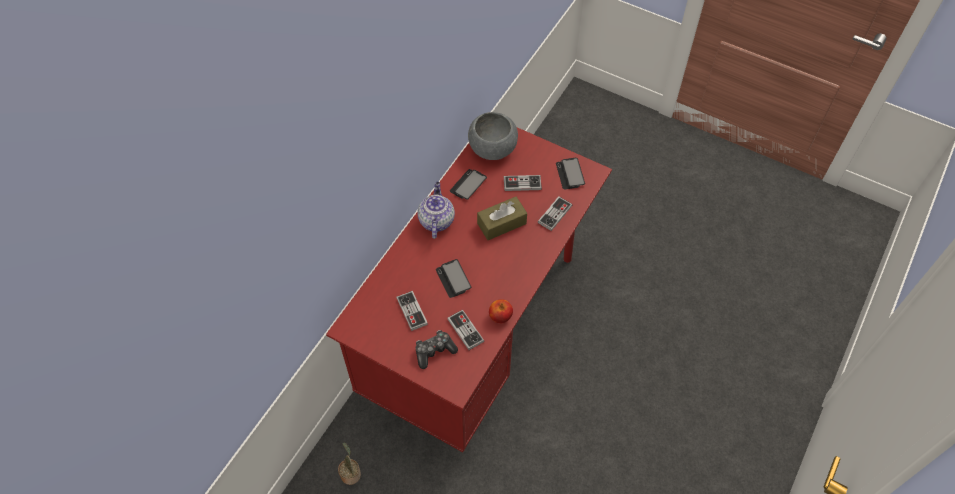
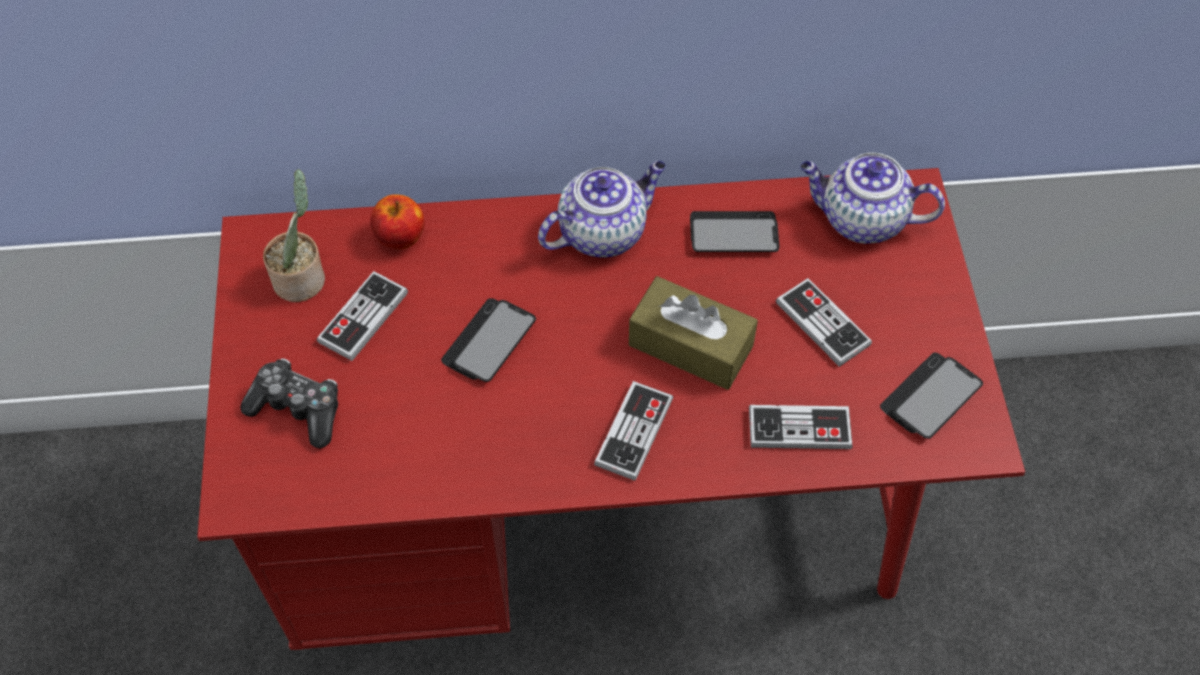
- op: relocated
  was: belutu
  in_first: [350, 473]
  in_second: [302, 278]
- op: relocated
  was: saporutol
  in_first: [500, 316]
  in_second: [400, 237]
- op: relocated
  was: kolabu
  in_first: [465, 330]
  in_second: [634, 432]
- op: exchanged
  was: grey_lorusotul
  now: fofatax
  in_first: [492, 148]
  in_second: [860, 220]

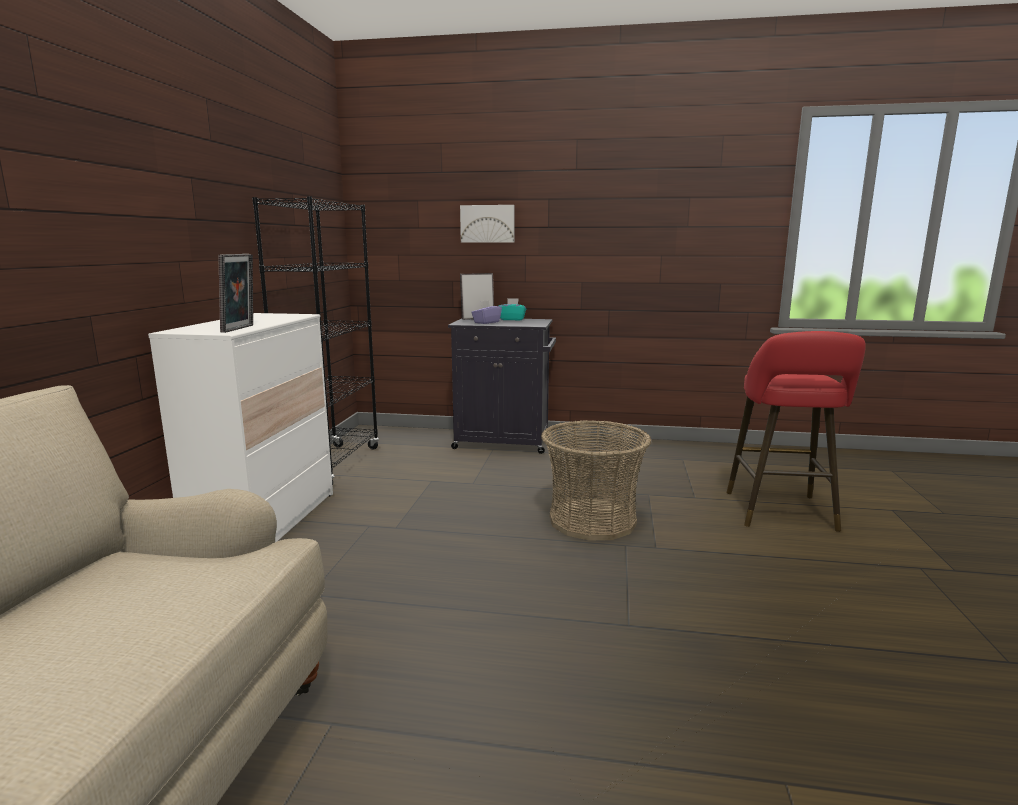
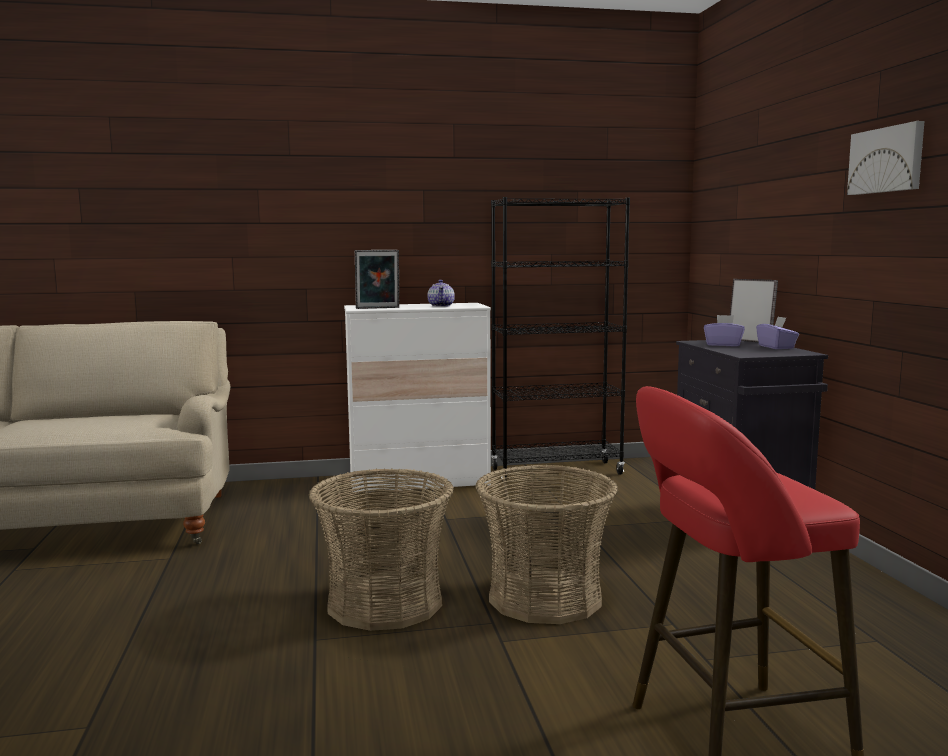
- op: appeared
  now: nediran
  in_second: [384, 603]
- op: appeared
  now: fofatax
  in_second: [441, 306]
- op: colour
  was: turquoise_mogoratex
  now: purple_mogoratex
  in_first: [512, 319]
  in_second: [776, 347]
- op: relocated
  was: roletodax
  in_first: [487, 224]
  in_second: [887, 160]

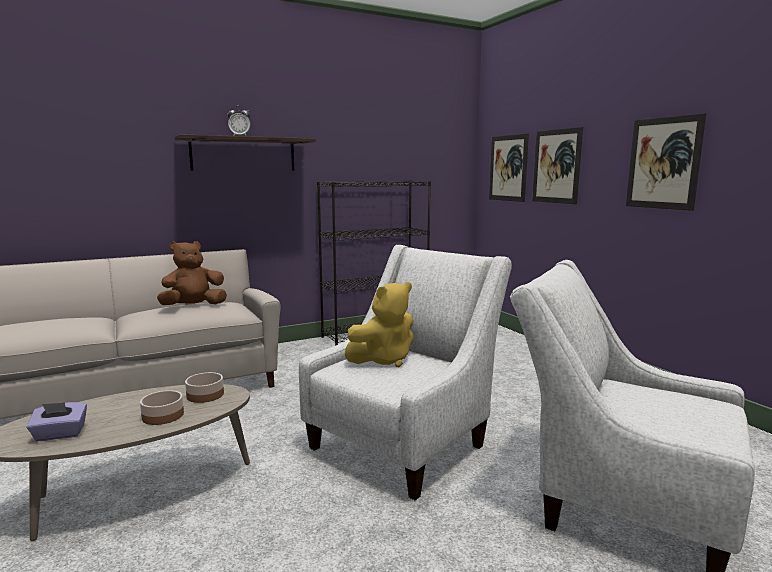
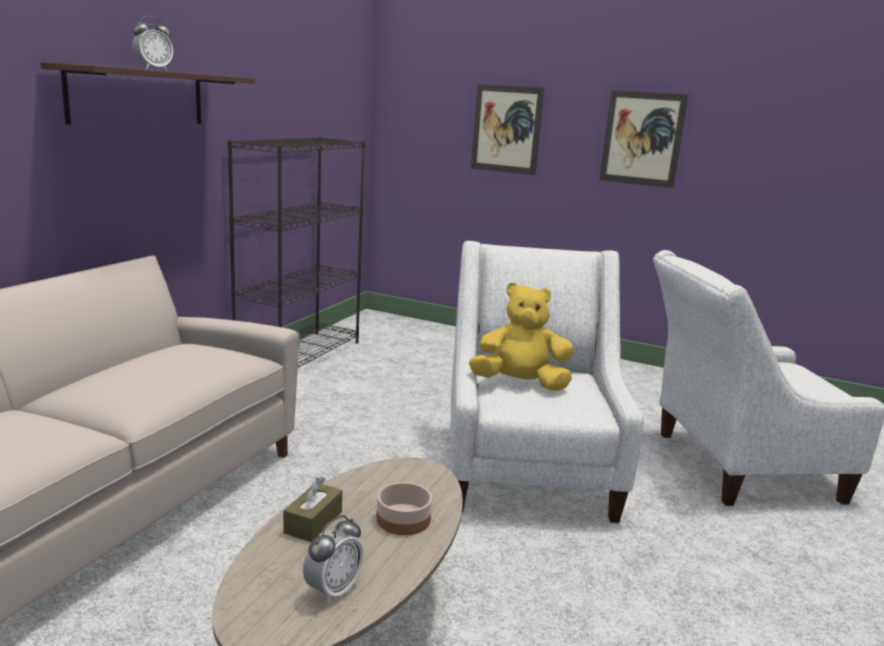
- op: appeared
  now: brown_mogoratex
  in_second: [313, 522]
- op: exchanged
  was: purple_mogoratex
  now: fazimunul
  in_first: [60, 434]
  in_second: [333, 590]
- op: spun
  was: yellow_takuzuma
  in_first: [384, 360]
  in_second: [520, 384]
  clockwise: -105
- op: missing
  was: brown_takuzuma
  in_first: [193, 306]
- op: missing
  was: lorusotul
  in_first: [205, 394]
- op: missing
  was: roletodax
  in_first: [508, 168]

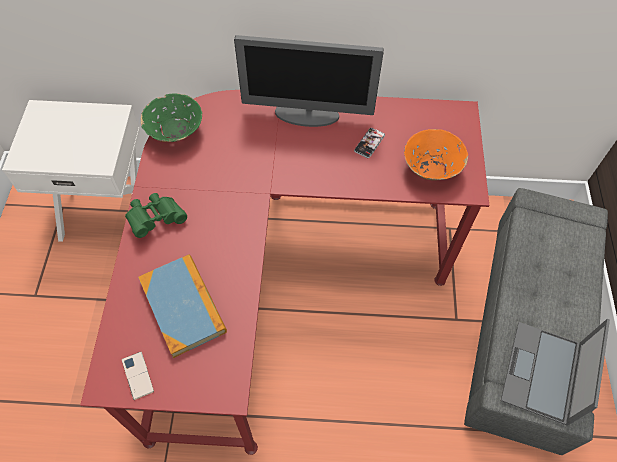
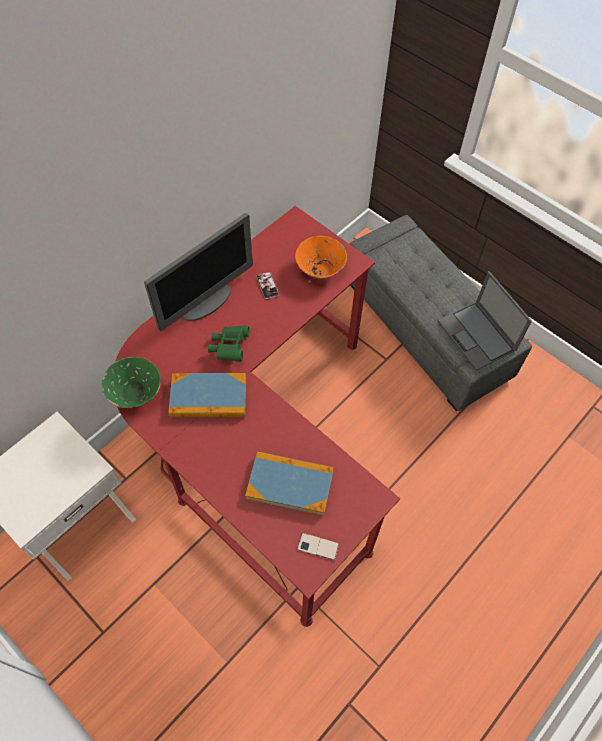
- op: appeared
  now: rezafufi
  in_second: [208, 397]
- op: relocated
  was: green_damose
  in_first: [156, 219]
  in_second: [229, 347]

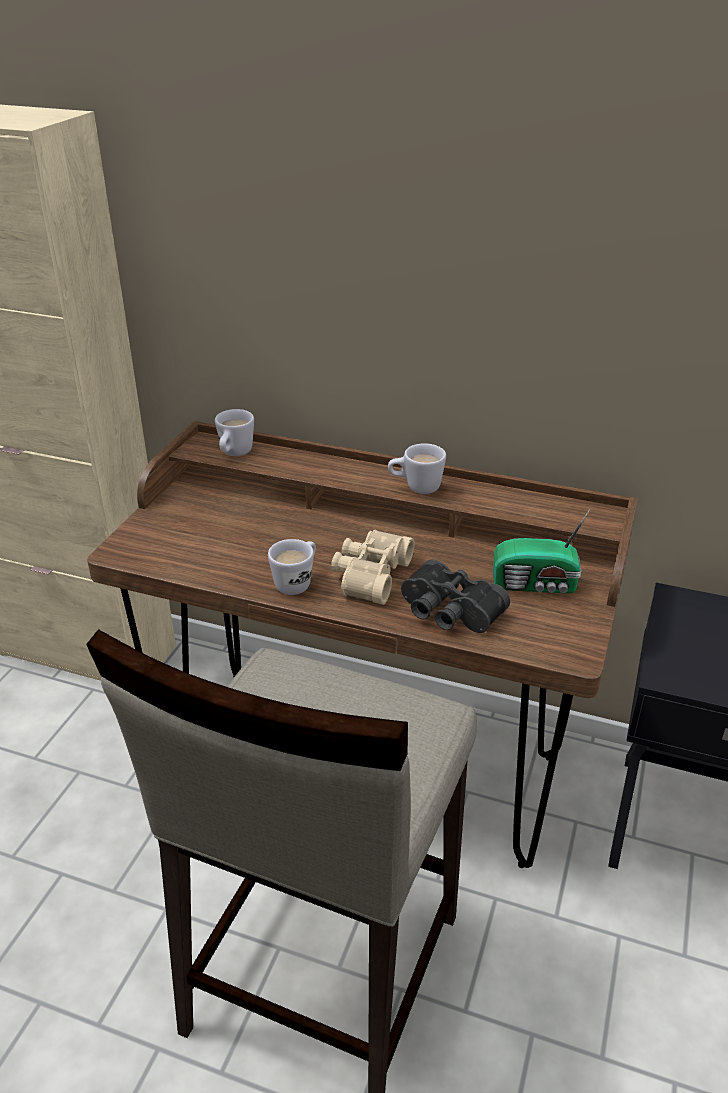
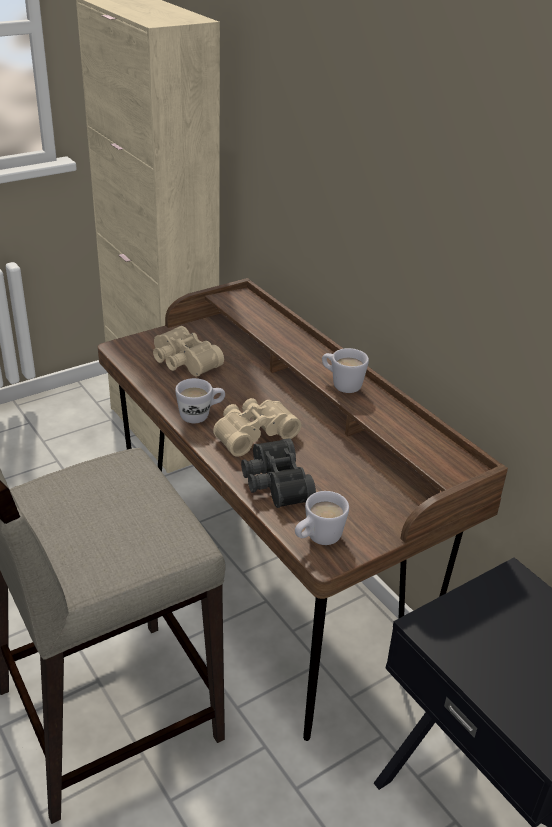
- op: appeared
  now: beige_damose
  in_second: [182, 362]
- op: relocated
  was: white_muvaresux
  in_first: [234, 454]
  in_second: [318, 539]
- op: missing
  was: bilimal
  in_first: [536, 585]

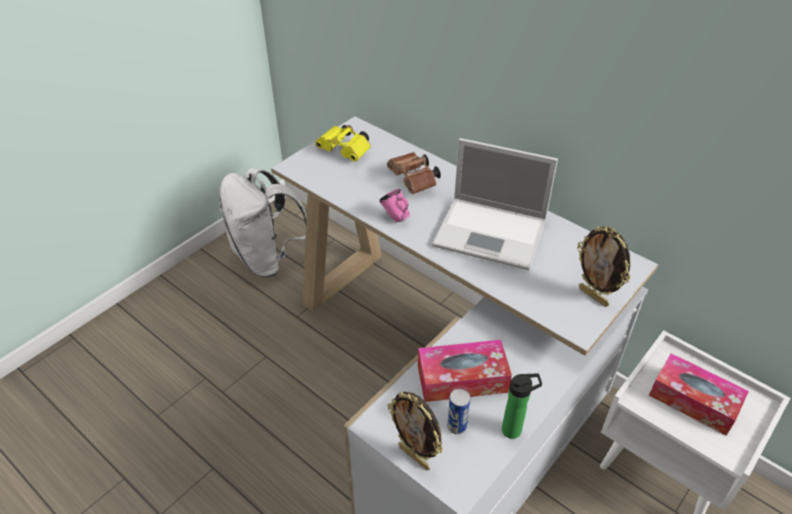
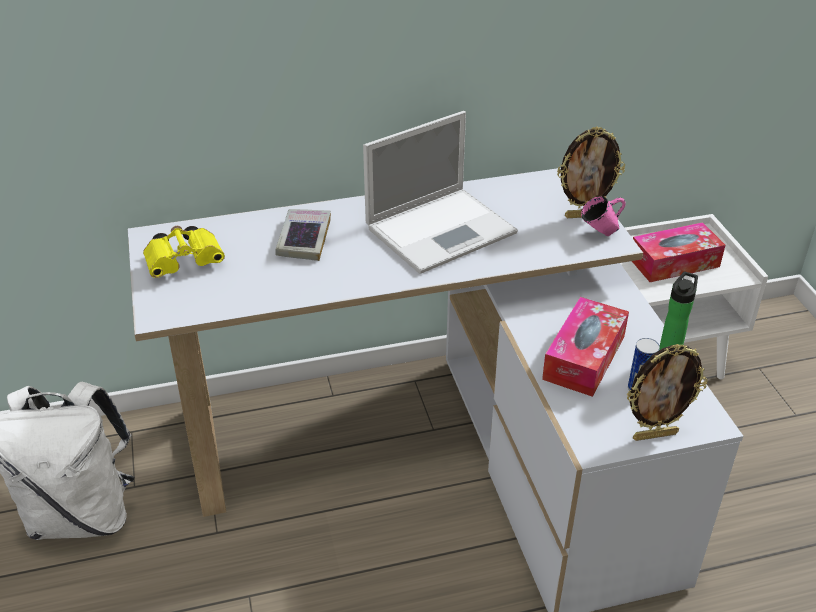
- op: exchanged
  was: brown_damose
  now: rezafufi
  in_first: [414, 181]
  in_second: [304, 239]
- op: relocated
  was: pink_muvaresux
  in_first: [395, 218]
  in_second: [600, 234]

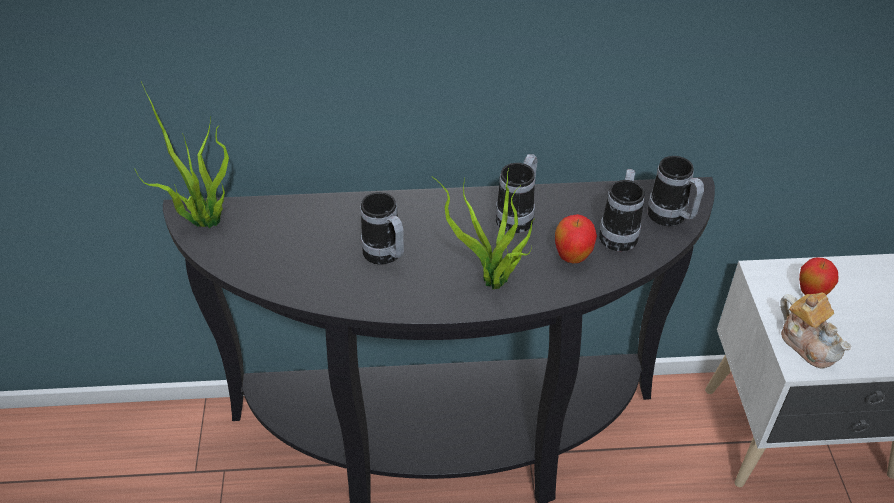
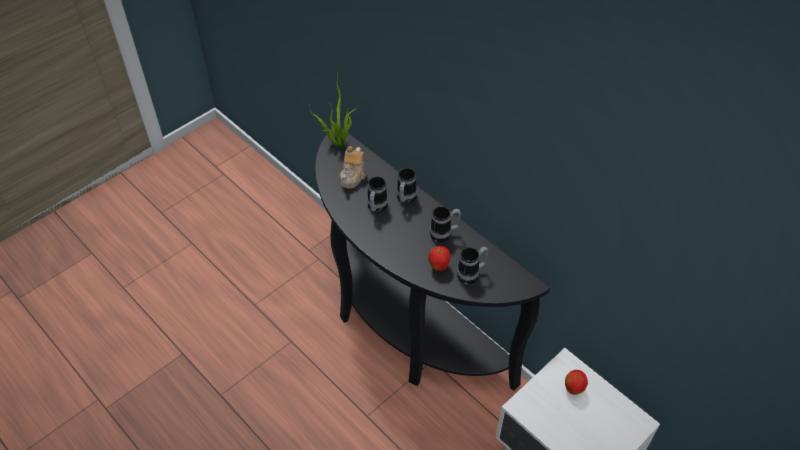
- op: relocated
  was: fofatax
  in_first: [808, 343]
  in_second: [353, 176]
- op: relocated
  was: muvaresux
  in_first: [671, 219]
  in_second: [405, 199]
- op: missing
  was: belutu
  in_first: [493, 282]

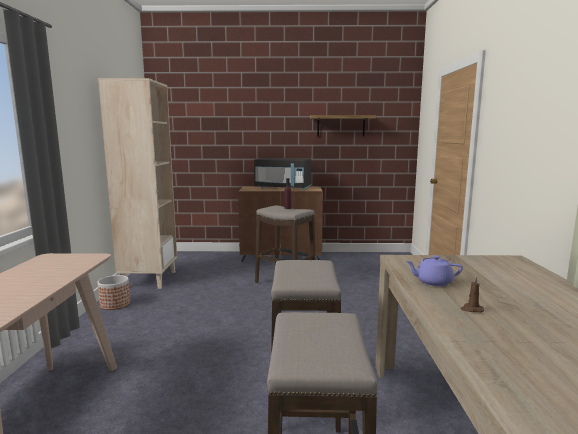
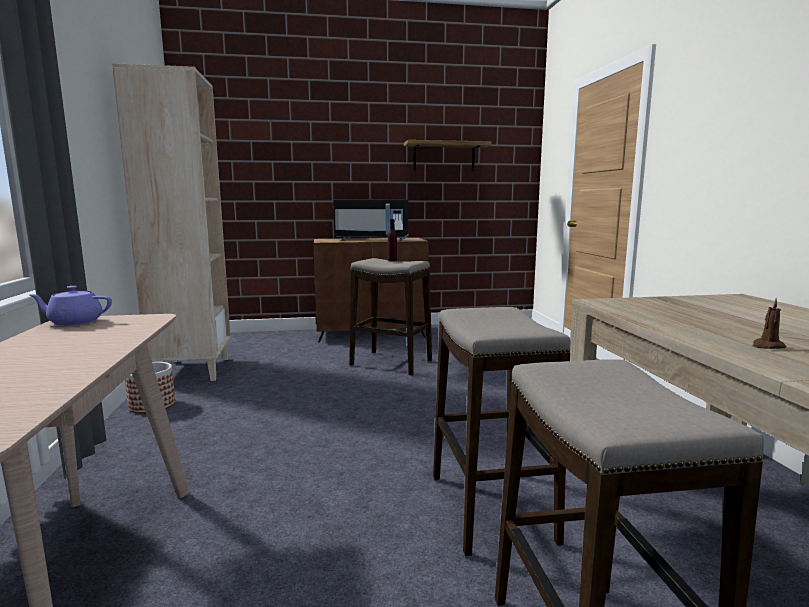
- op: relocated
  was: purple_fofatax
  in_first: [433, 282]
  in_second: [74, 322]

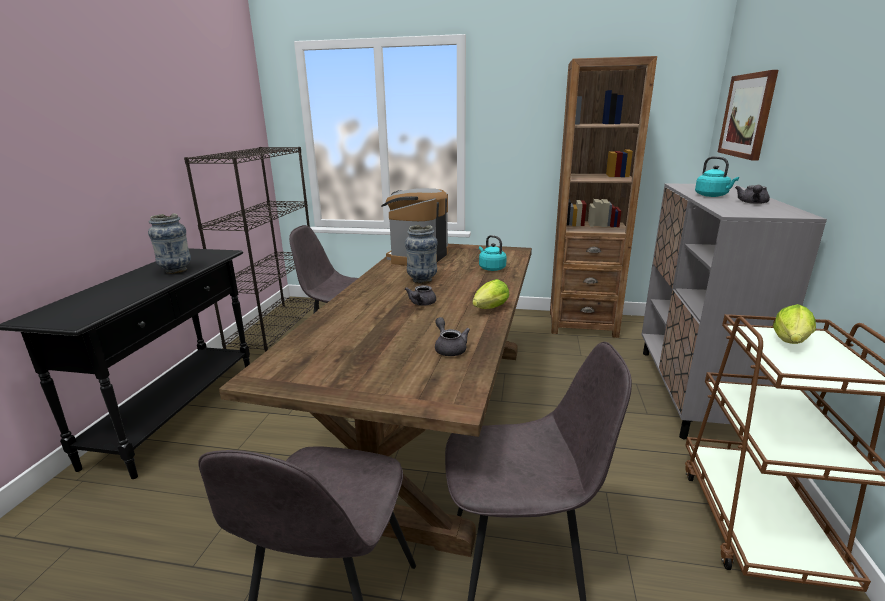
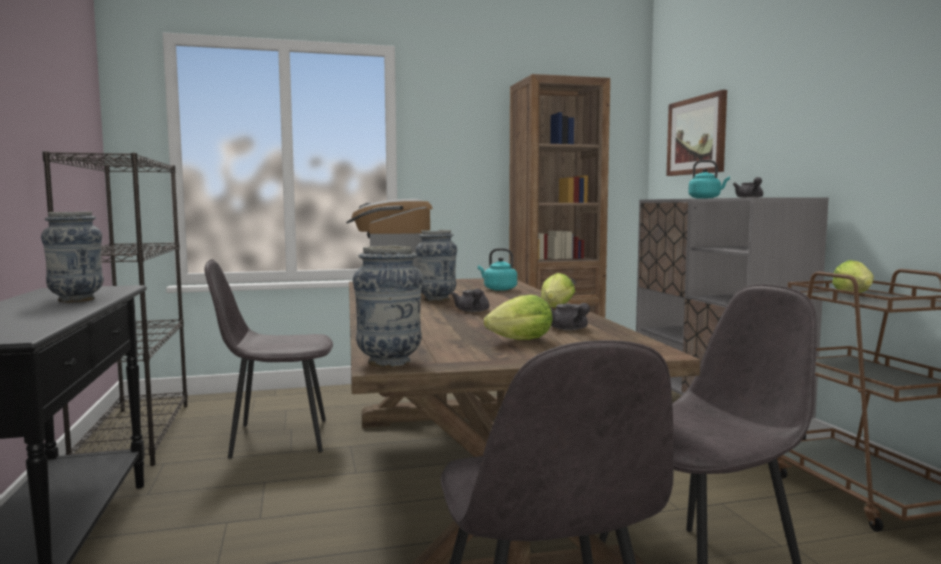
- op: appeared
  now: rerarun
  in_second: [389, 362]
- op: appeared
  now: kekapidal
  in_second: [517, 341]
- op: spun
  was: grey_fofatax
  in_first: [449, 348]
  in_second: [570, 329]
  clockwise: -150

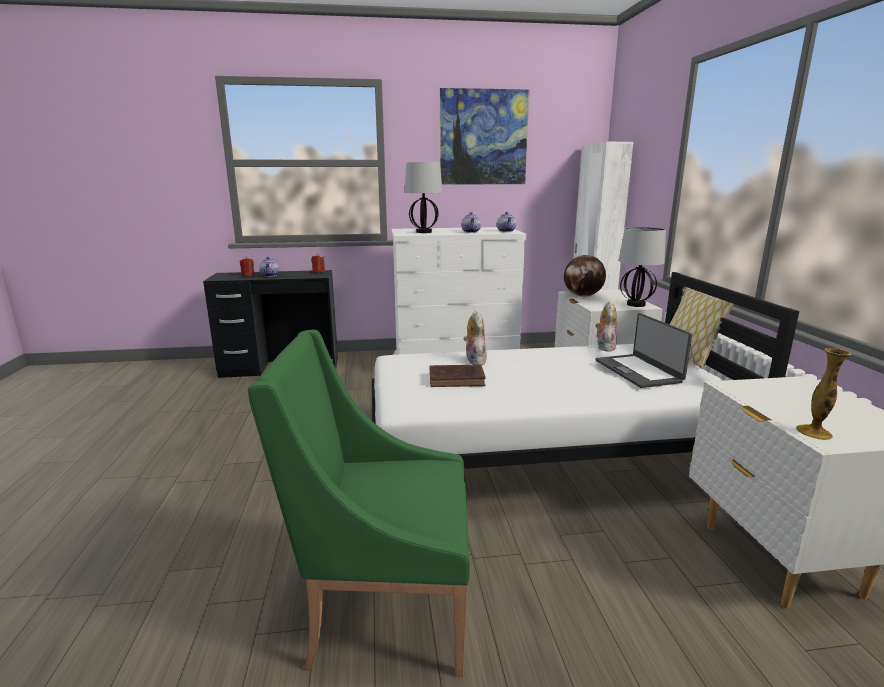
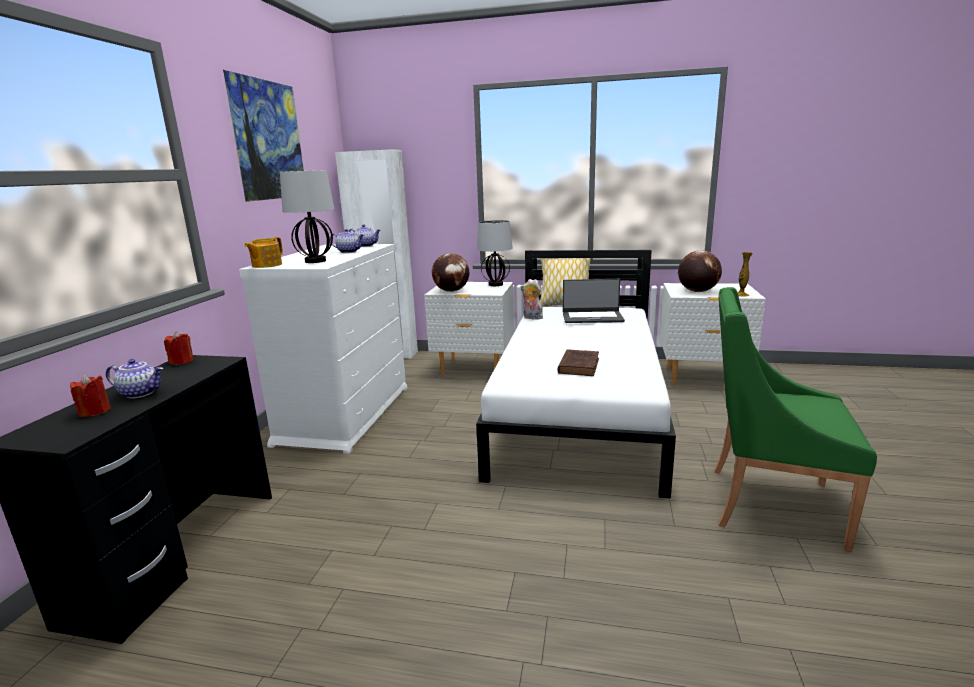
- op: appeared
  now: fofatax
  in_second: [266, 265]
- op: appeared
  now: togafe
  in_second: [697, 291]
- op: spun
  was: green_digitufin
  in_first: [384, 609]
  in_second: [768, 503]
  clockwise: 90
- op: missing
  was: takuzuma
  in_first: [474, 361]

